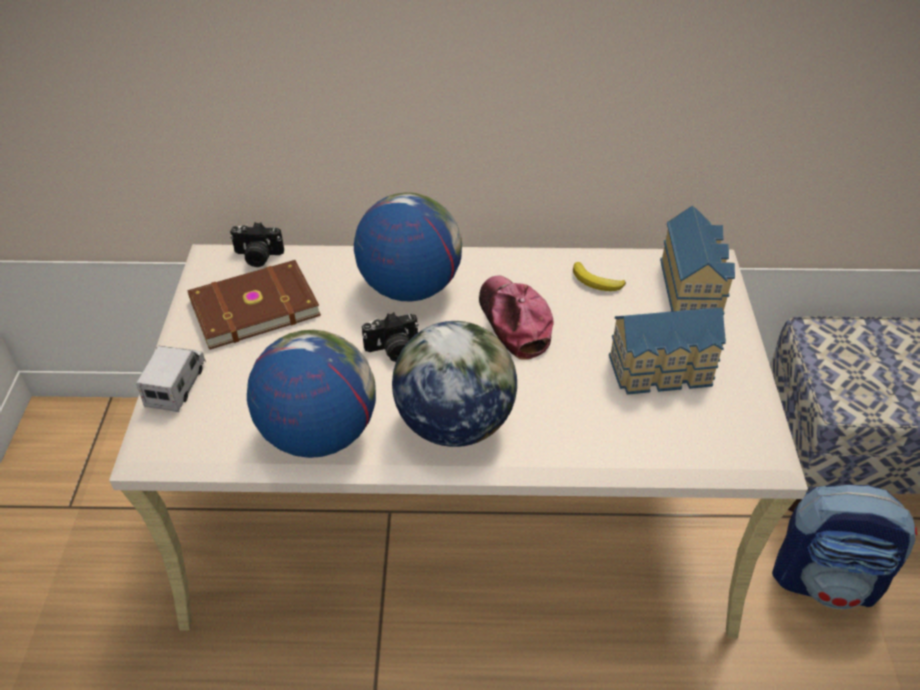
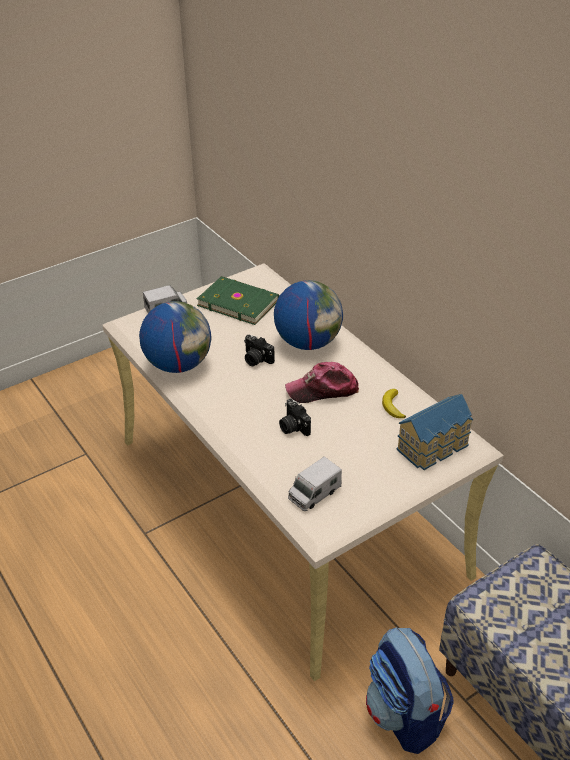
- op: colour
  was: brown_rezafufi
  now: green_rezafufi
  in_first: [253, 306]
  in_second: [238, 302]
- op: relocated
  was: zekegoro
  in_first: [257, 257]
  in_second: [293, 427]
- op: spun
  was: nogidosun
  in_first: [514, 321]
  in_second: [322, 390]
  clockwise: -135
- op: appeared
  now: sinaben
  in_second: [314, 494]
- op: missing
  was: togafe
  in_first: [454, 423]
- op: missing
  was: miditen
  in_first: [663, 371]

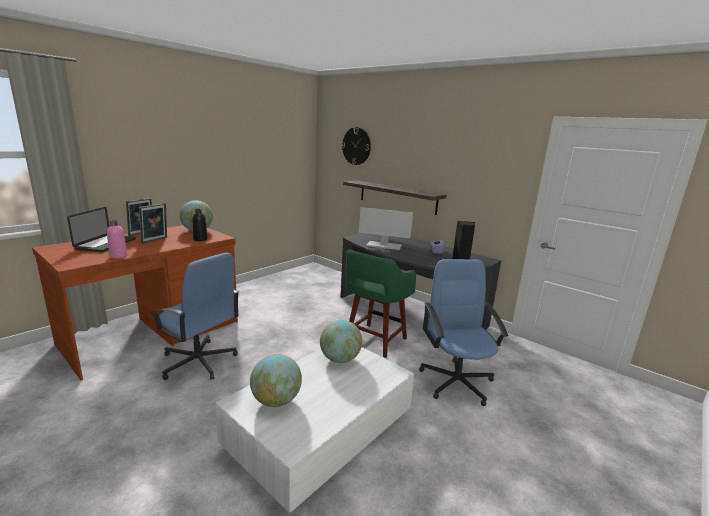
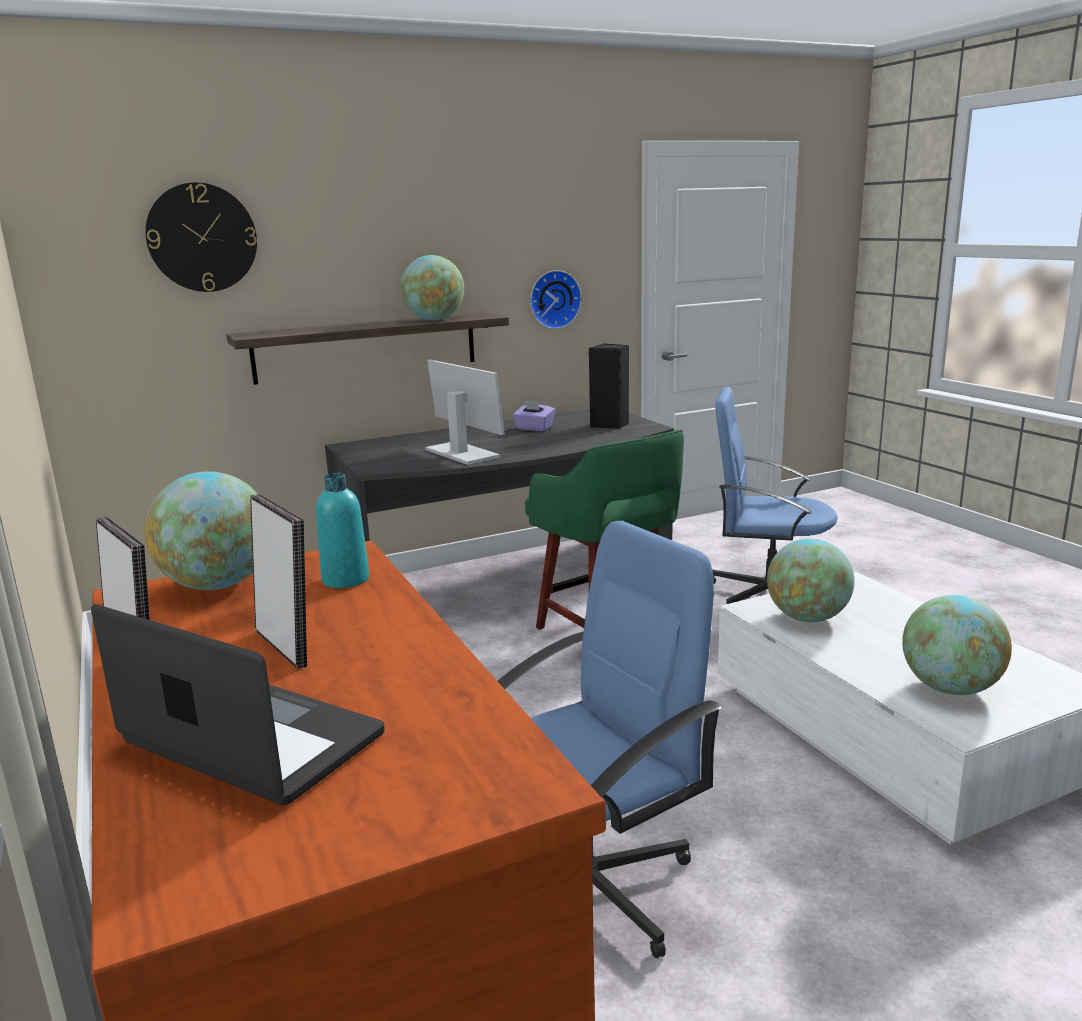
- op: colour
  was: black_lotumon
  now: turquoise_lotumon
  in_first: [200, 239]
  in_second: [345, 580]
- op: appeared
  now: togafe
  in_second: [434, 320]
- op: spun
  was: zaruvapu
  in_first: [383, 245]
  in_second: [462, 453]
  clockwise: -75
- op: appeared
  now: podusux
  in_second: [553, 299]
- op: missing
  was: pink_lotumon
  in_first: [118, 256]

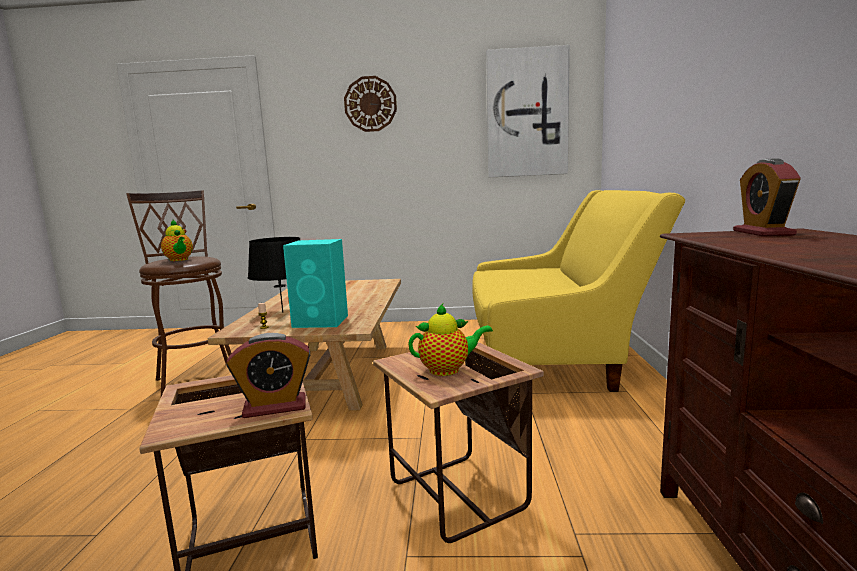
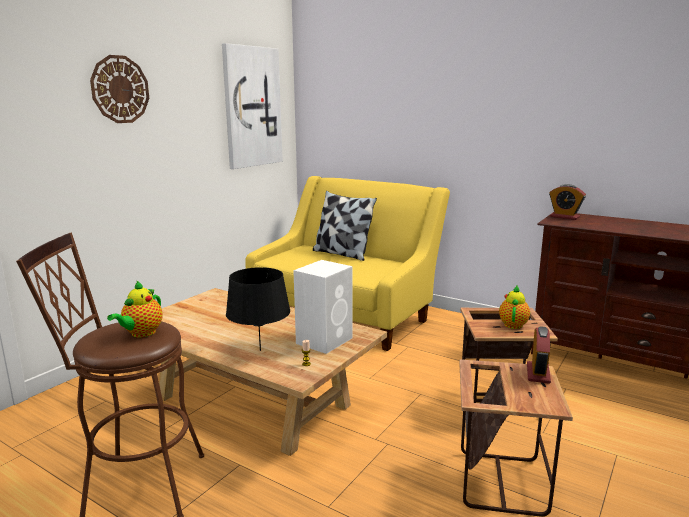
- op: spun
  was: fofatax
  in_first: [179, 260]
  in_second: [141, 333]
  clockwise: 120
- op: colour
  was: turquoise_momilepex
  now: white_momilepex
  in_first: [322, 321]
  in_second: [325, 340]
- op: appeared
  now: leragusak
  in_second: [342, 254]

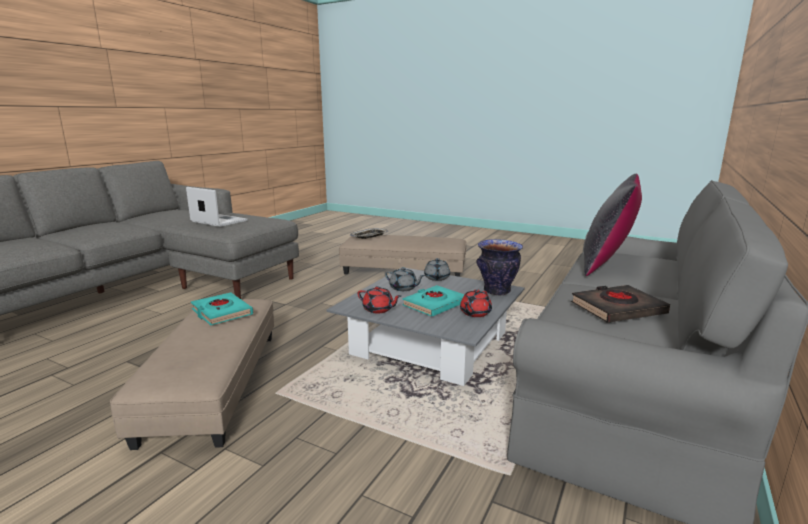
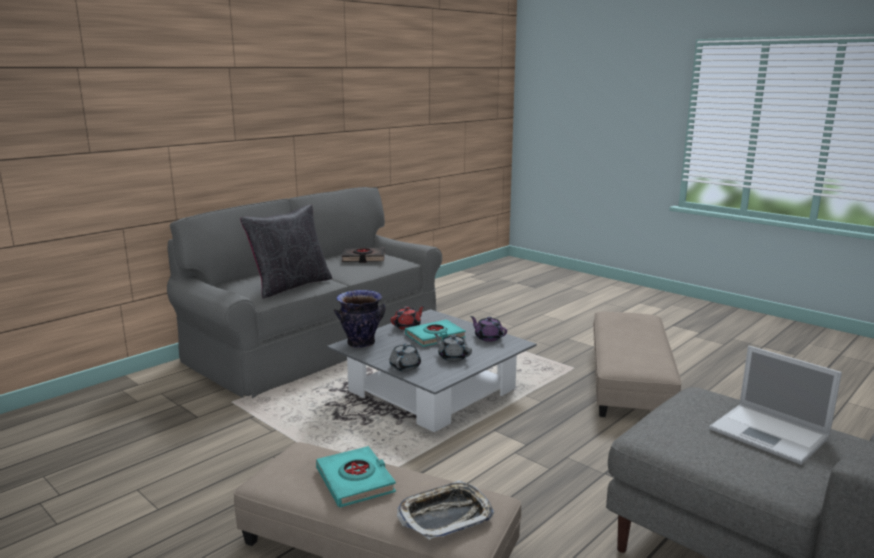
- op: relocated
  was: turquoise_rezafufi
  in_first: [221, 312]
  in_second: [355, 481]
- op: colour
  was: red_fofatax
  now: purple_fofatax
  in_first: [378, 309]
  in_second: [488, 337]

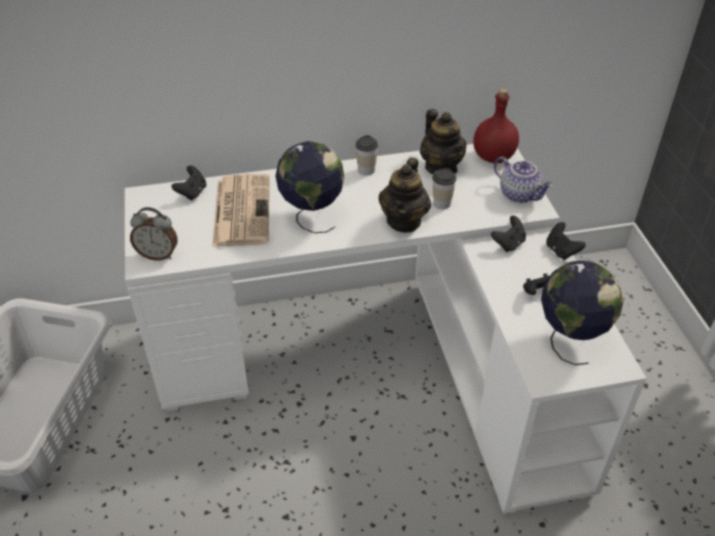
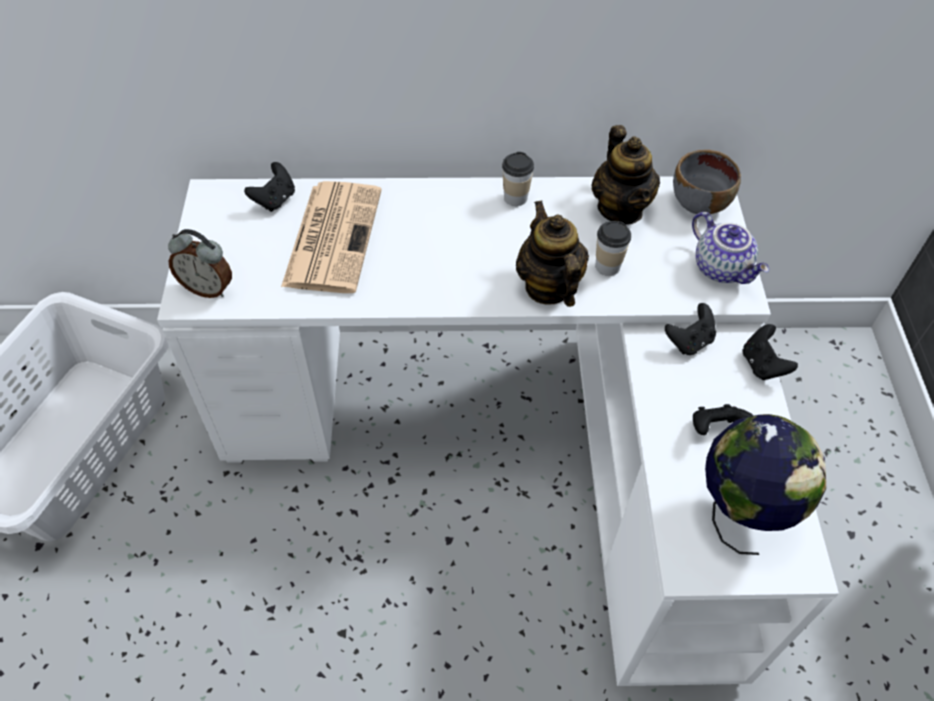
- op: spun
  was: fofatax
  in_first: [404, 221]
  in_second: [548, 286]
  clockwise: 135
- op: exchanged
  was: red_lotumon
  now: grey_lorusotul
  in_first: [494, 157]
  in_second: [699, 203]
- op: missing
  was: togafe
  in_first: [312, 216]

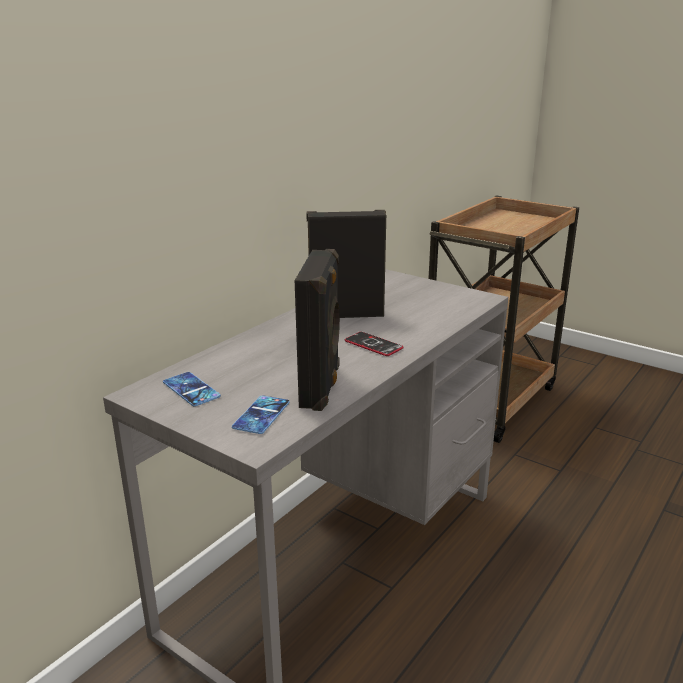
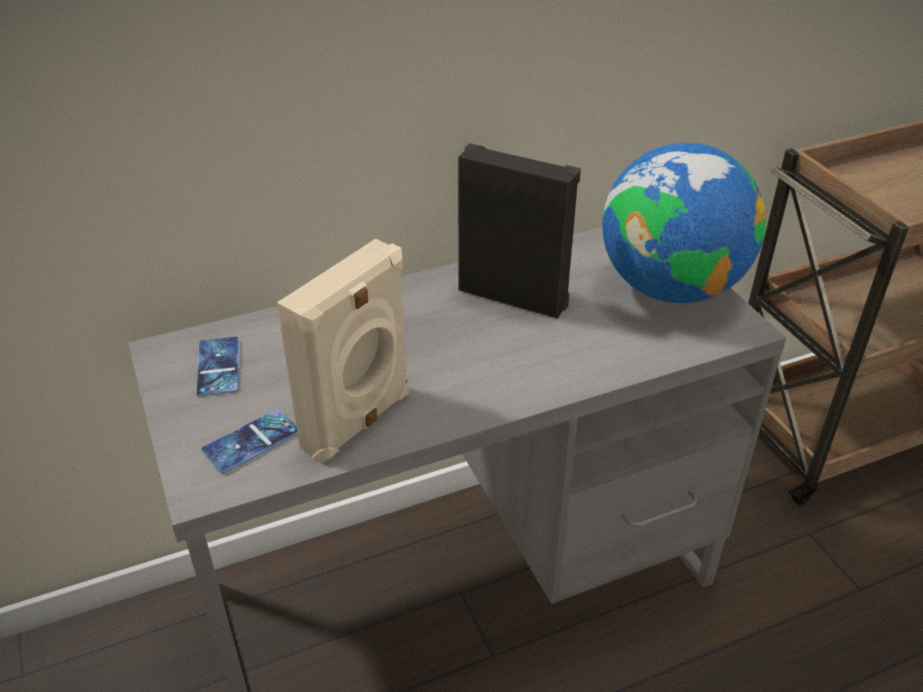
- op: colour
  was: black_momilepex
  now: beige_momilepex
  in_first: [322, 387]
  in_second: [359, 422]
- op: appeared
  now: togafe
  in_second: [670, 287]
- op: missing
  was: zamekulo
  in_first: [373, 345]

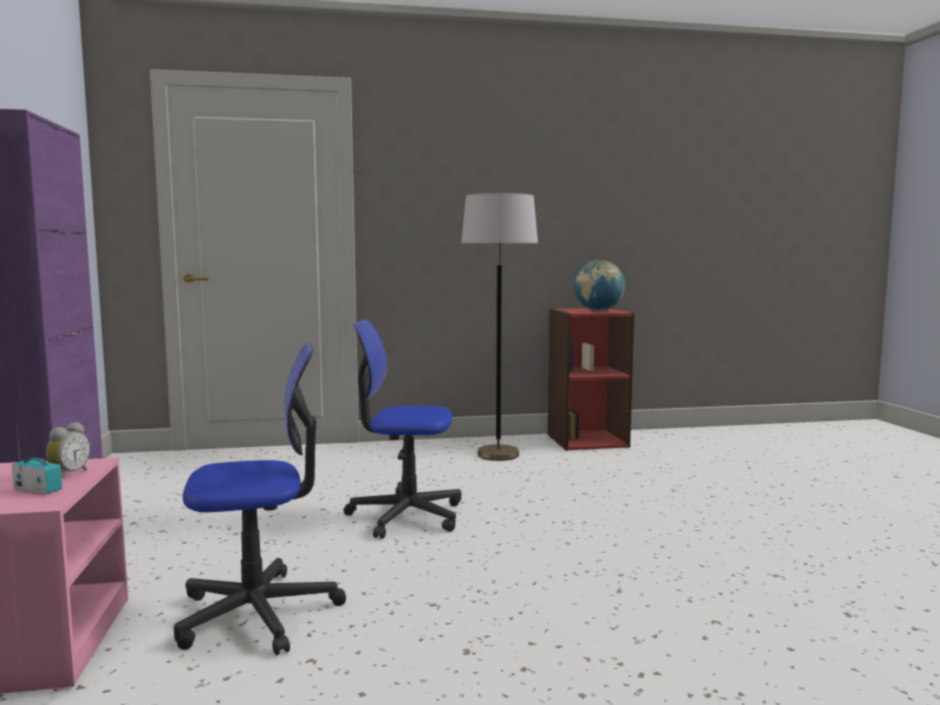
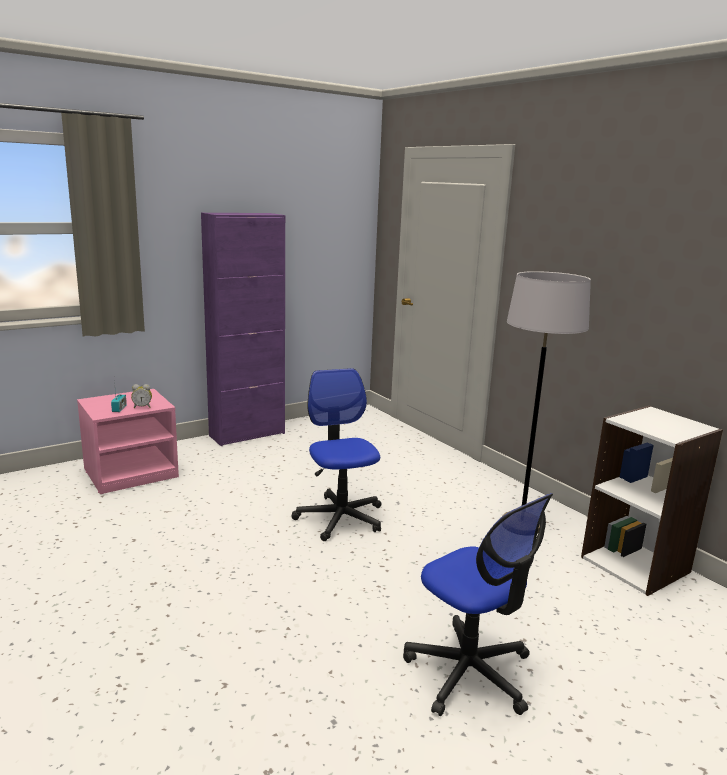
- op: relocated
  was: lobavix
  in_first: [258, 613]
  in_second: [469, 672]
- op: colour
  was: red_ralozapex
  now: white_ralozapex
  in_first: [587, 440]
  in_second: [636, 564]
- op: missing
  was: togafe
  in_first: [598, 311]

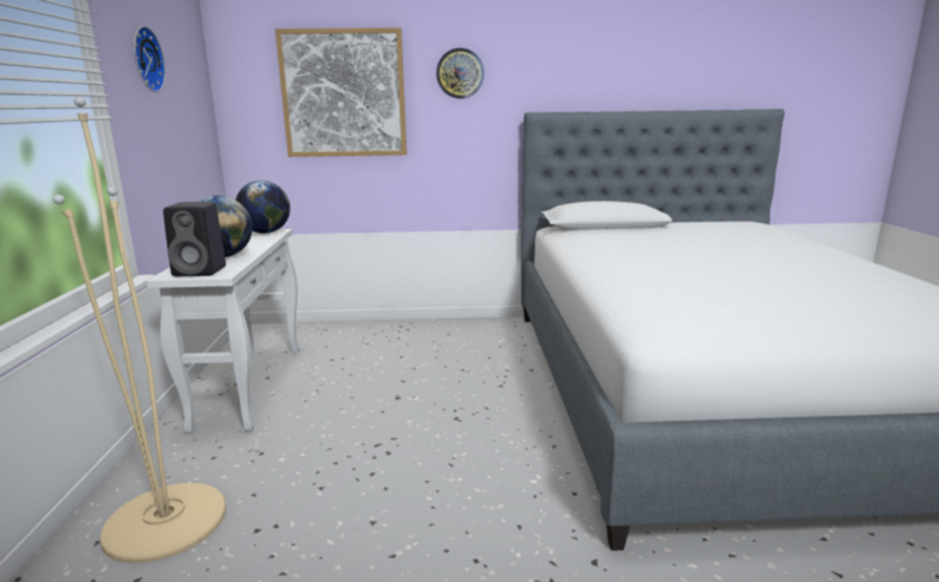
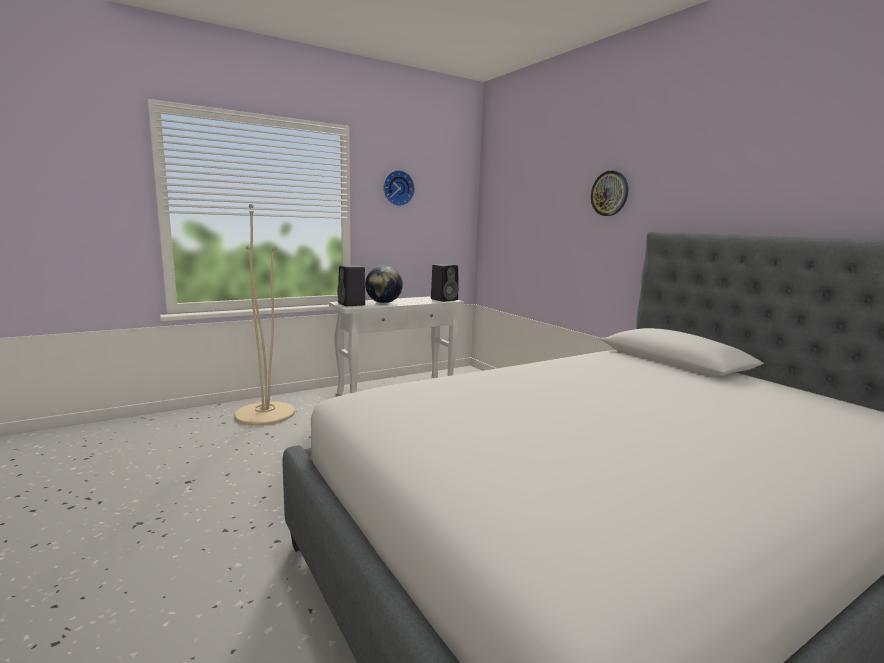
- op: exchanged
  was: togafe
  now: black_momilepex
  in_first: [265, 233]
  in_second: [444, 299]
- op: missing
  was: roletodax
  in_first: [343, 94]

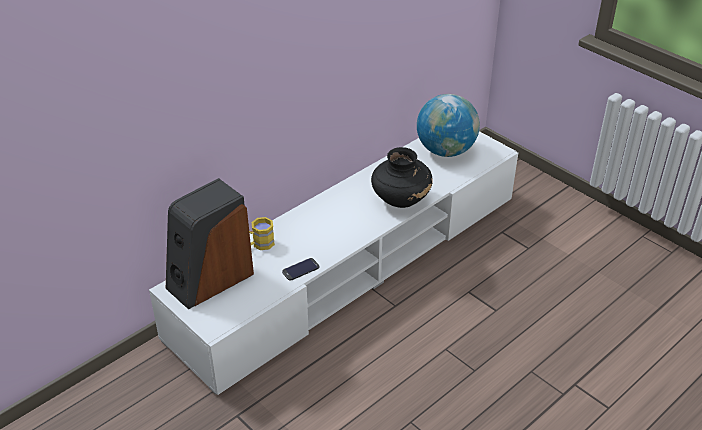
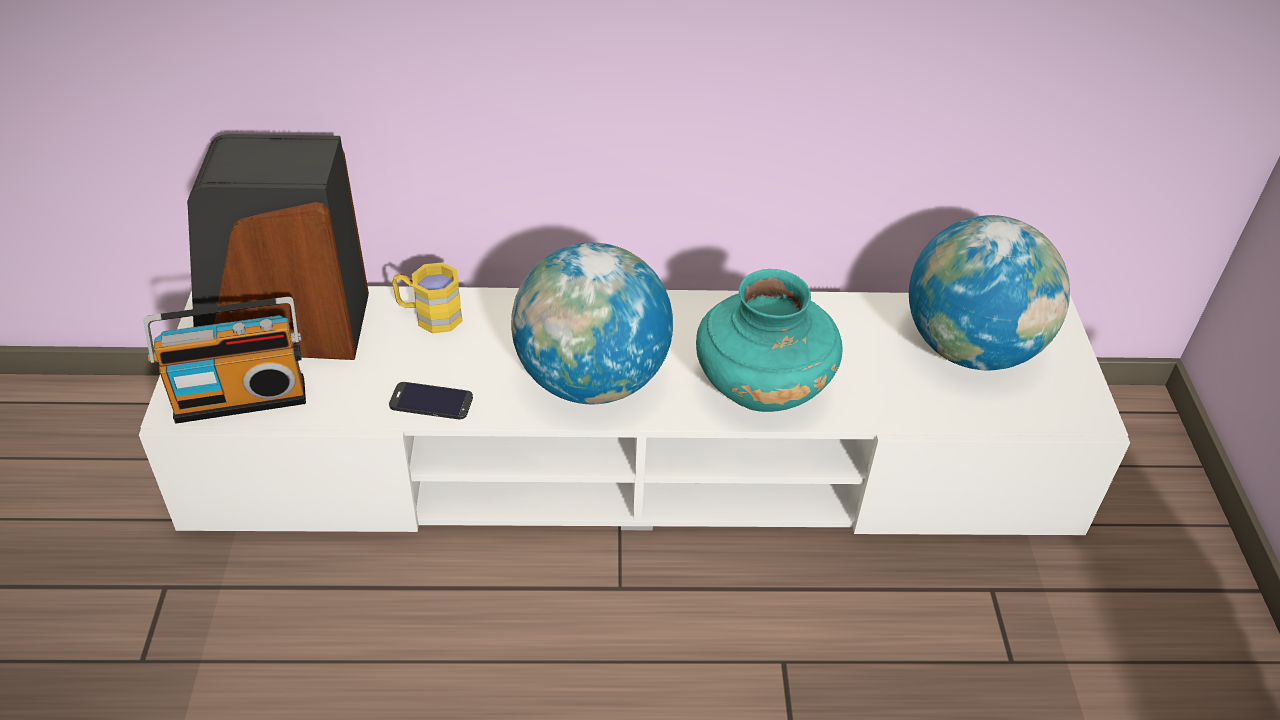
- op: appeared
  now: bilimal
  in_second: [241, 396]
- op: appeared
  now: togafe
  in_second: [591, 380]
- op: colour
  was: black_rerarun
  now: turquoise_rerarun
  in_first: [400, 199]
  in_second: [761, 388]

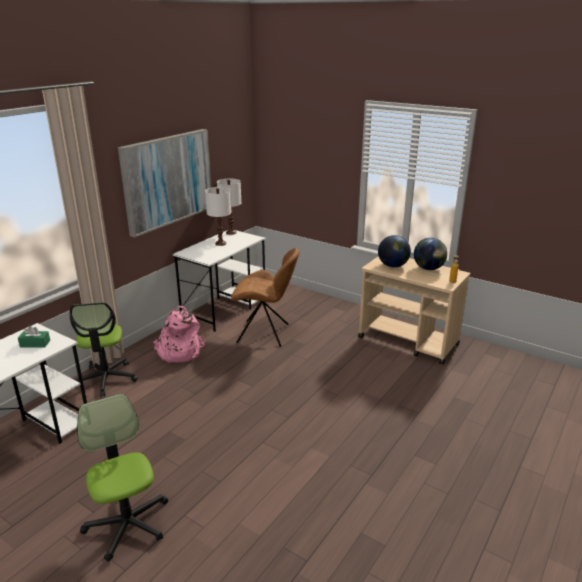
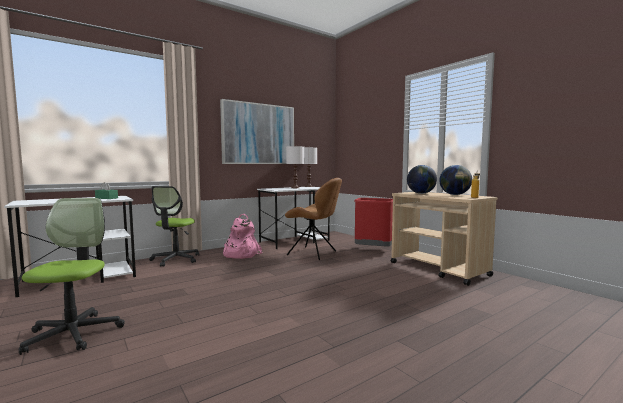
- op: appeared
  now: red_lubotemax
  in_second: [373, 250]

